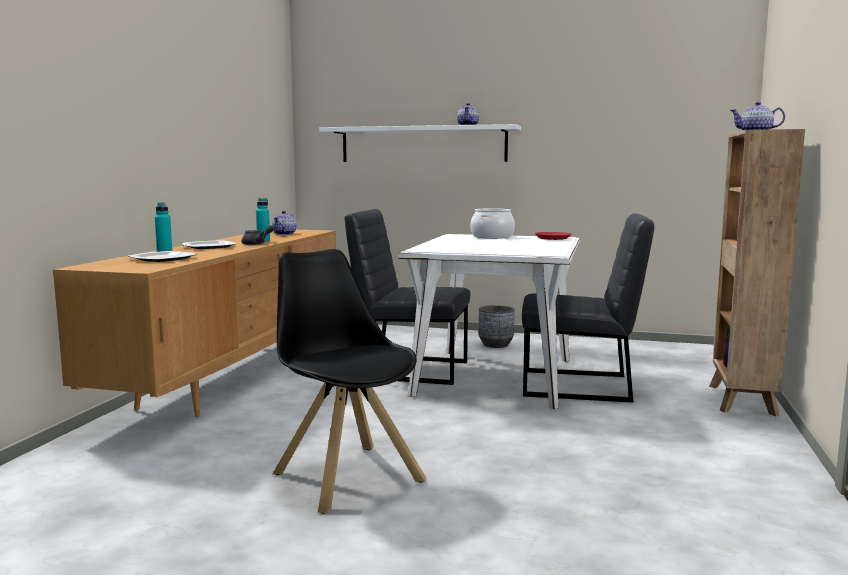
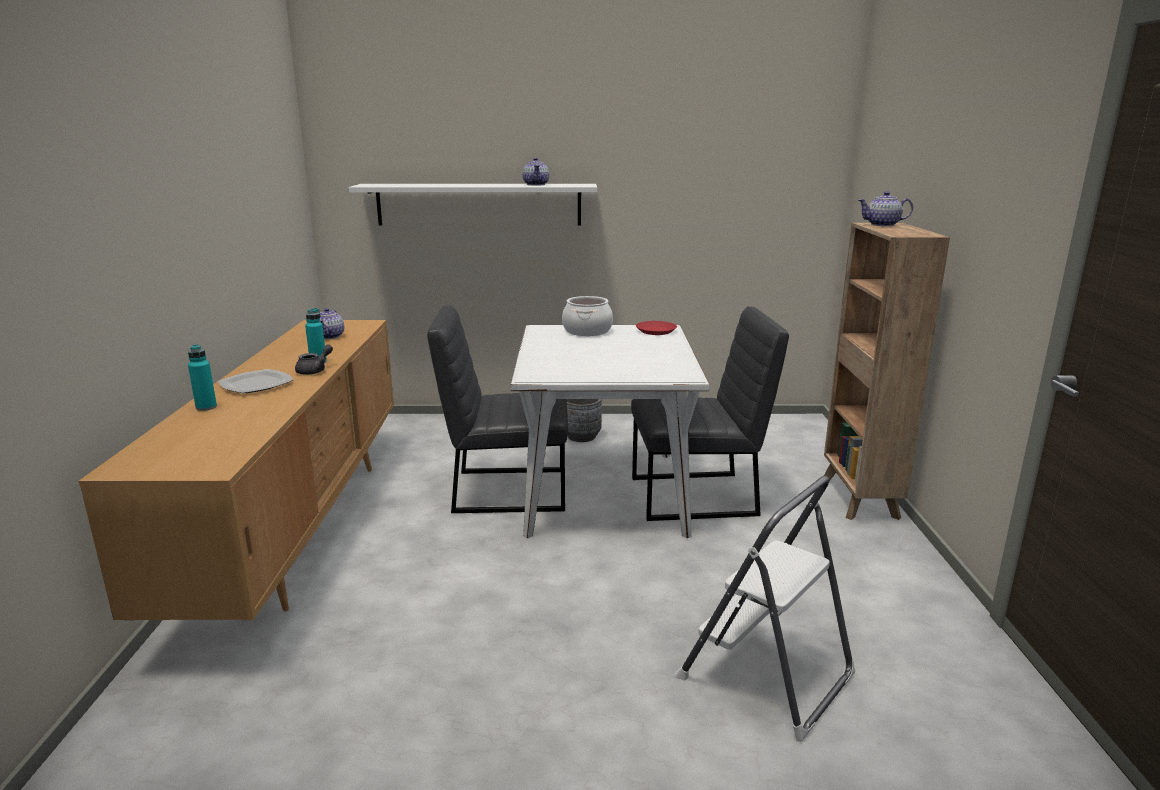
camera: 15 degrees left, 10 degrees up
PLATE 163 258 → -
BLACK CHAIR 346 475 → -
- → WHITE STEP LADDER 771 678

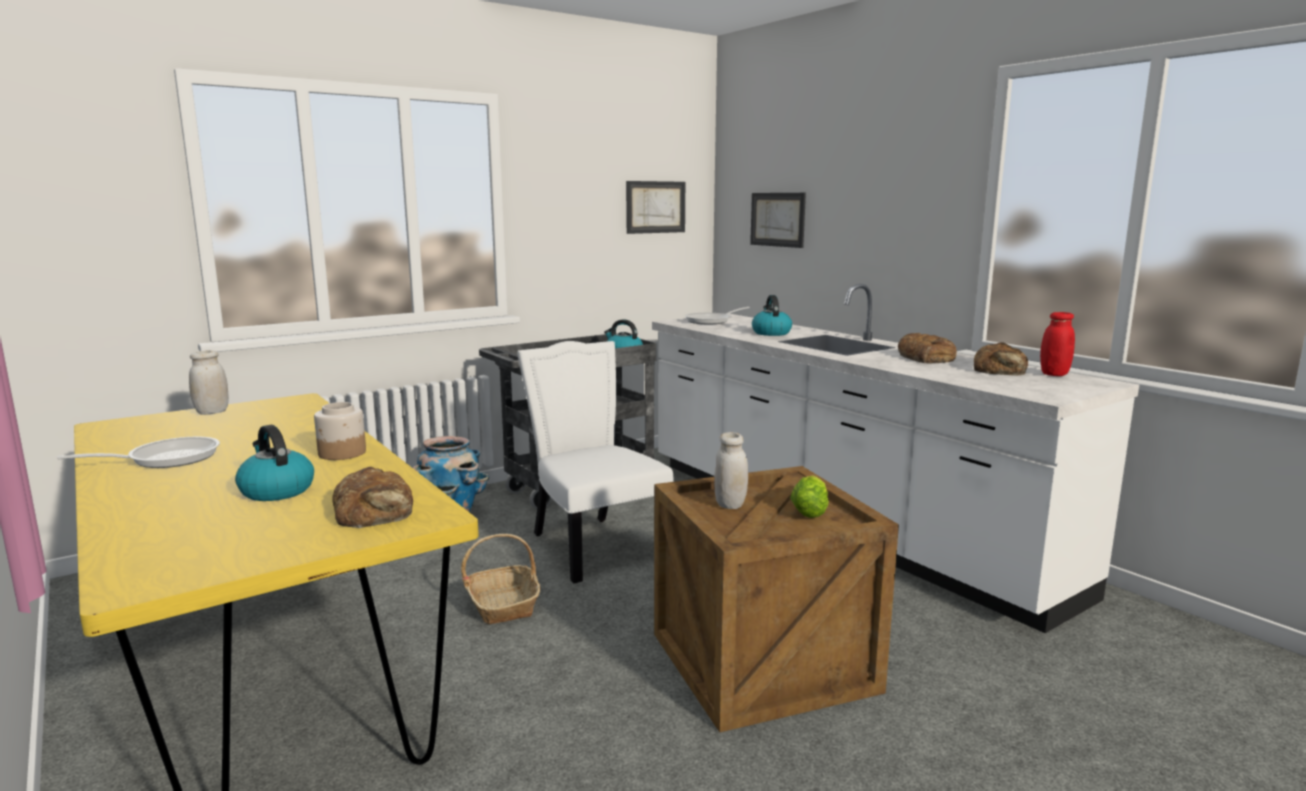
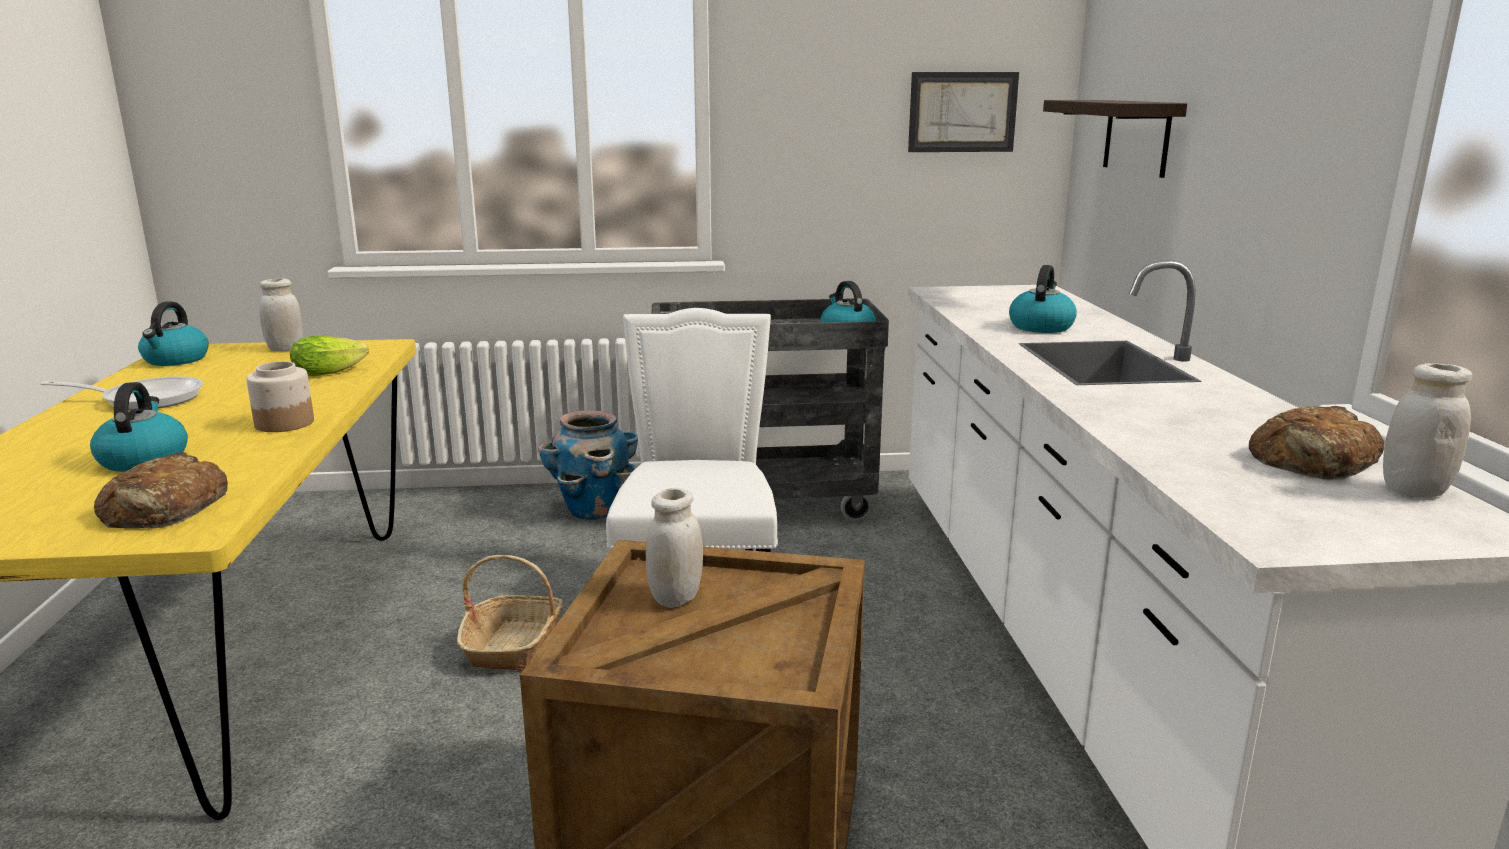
camera: 30 degrees right, 5 degrees up
FRYING PAN 711 321 → -
PICTURE 777 219 → SHELF 1137 137
LETTUCE 811 509 → LETTUCE 333 371, moved
BREAD 926 357 → -
RED JAR 1054 374 → WHITE JAR 1414 490
- → KETTLE 176 360

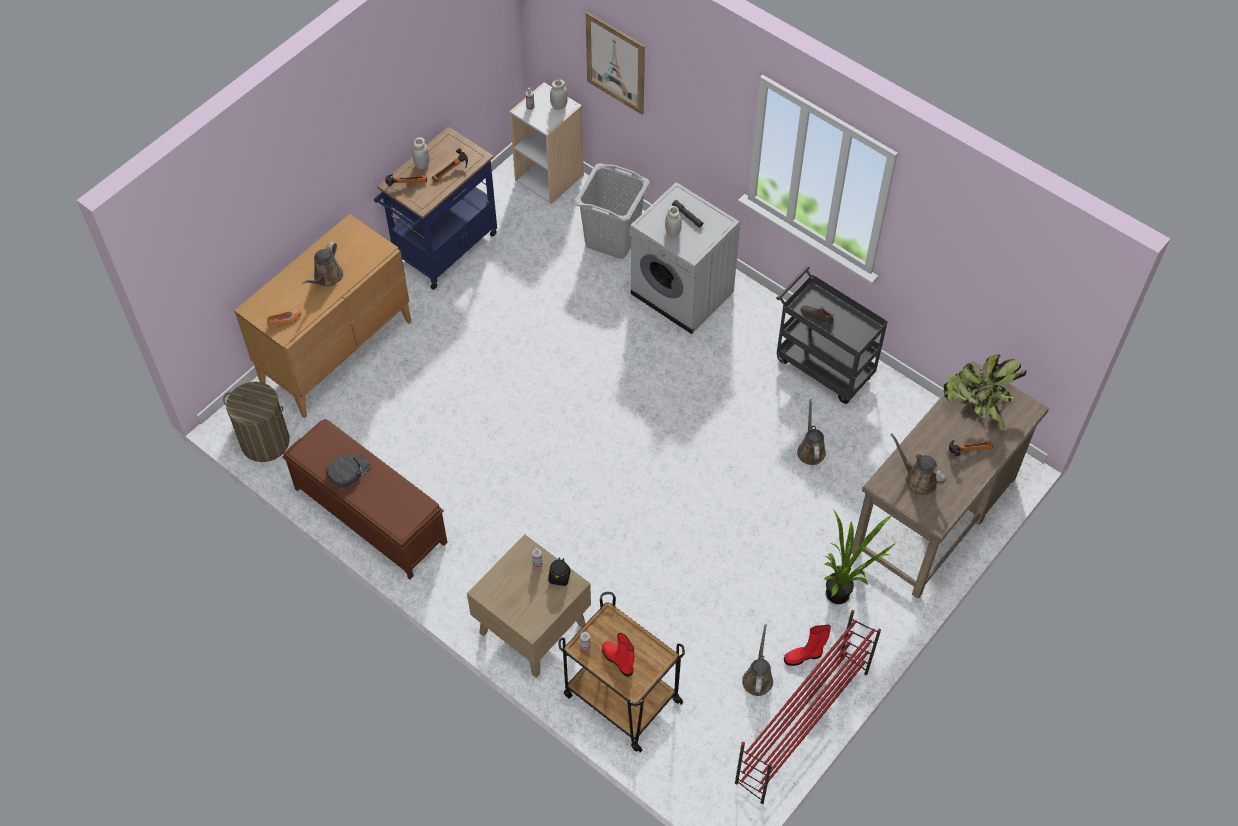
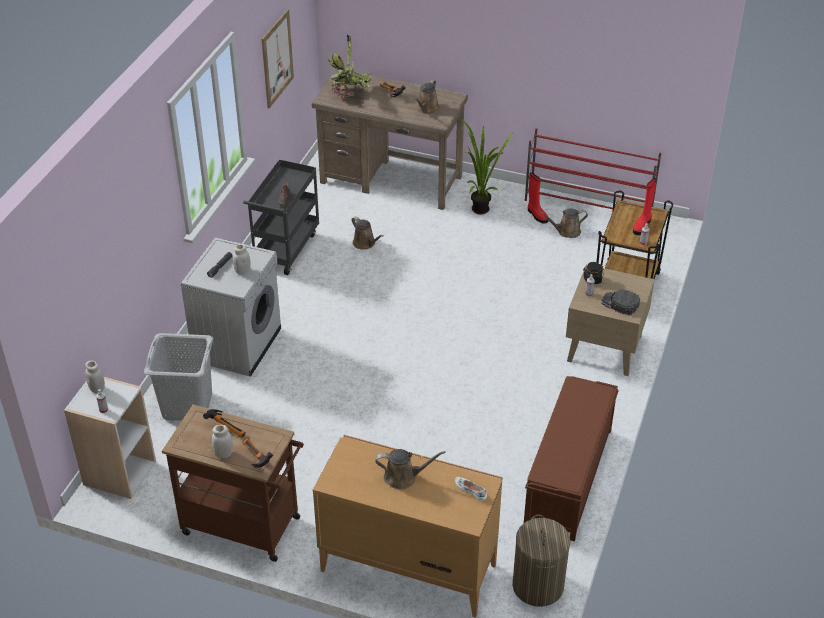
camera: 110 degrees left, 15 degrees down
ORANGE SHOE 285 320 → WHITE SHOE 471 490
BLACK CAP 348 471 → BLACK CAP 620 304, moved
BLUE CART 443 250 → BROWN CART 244 527
PICTURE 615 63 → PICTURE 277 58, moved
BROWN WATERING CAN 810 449 → BROWN WATERING CAN 365 243, 105 degrees counterclockwise

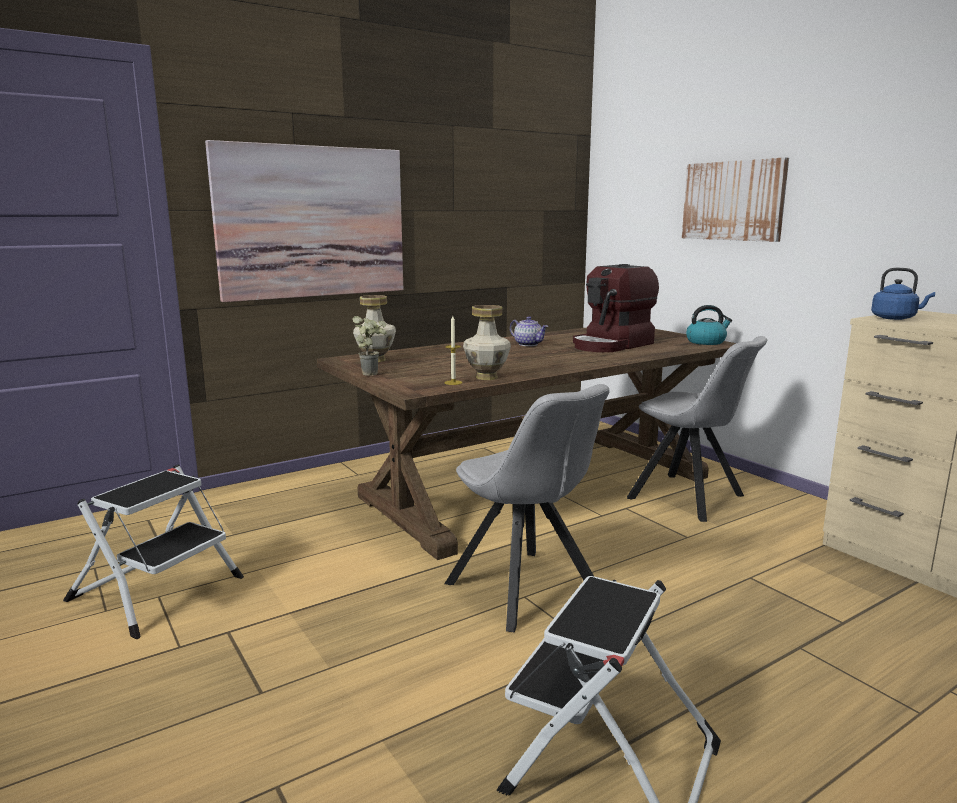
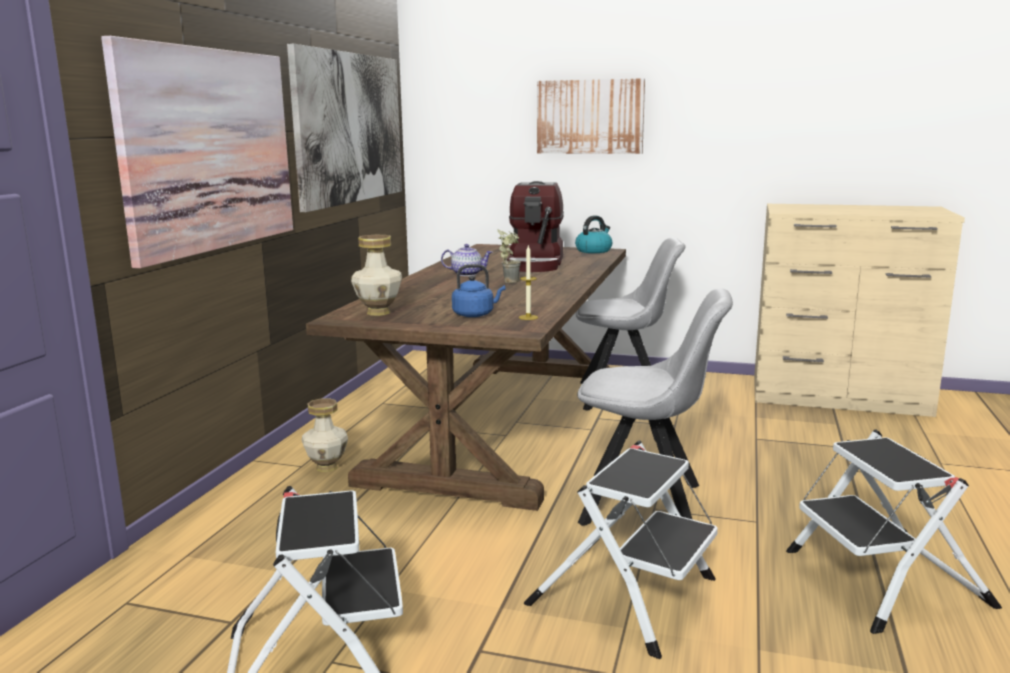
camera: 40 degrees left, 0 degrees up
POTTED PLANT 372 373 → POTTED PLANT 510 281, moved
VASE 486 377 → VASE 326 467, moved
BLUE KETTLE 896 318 → BLUE KETTLE 475 314, moved
- → PICTURE 349 128
- → STEP LADDER 624 594

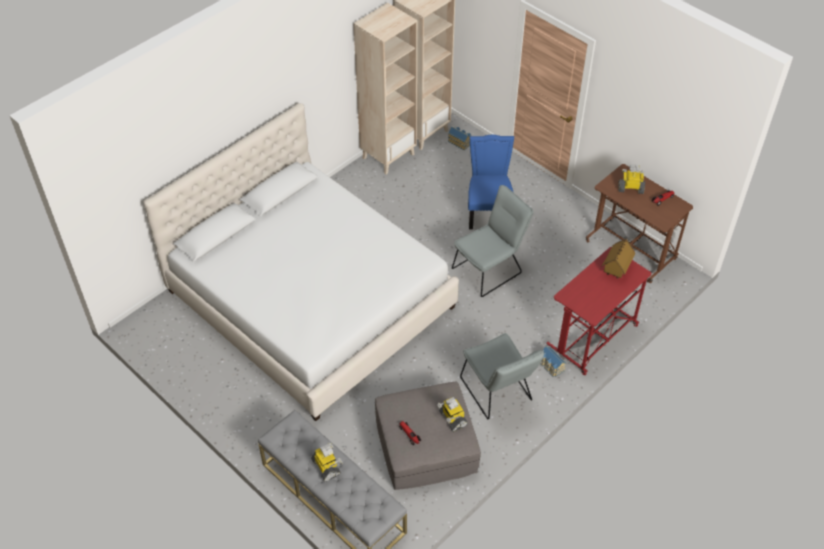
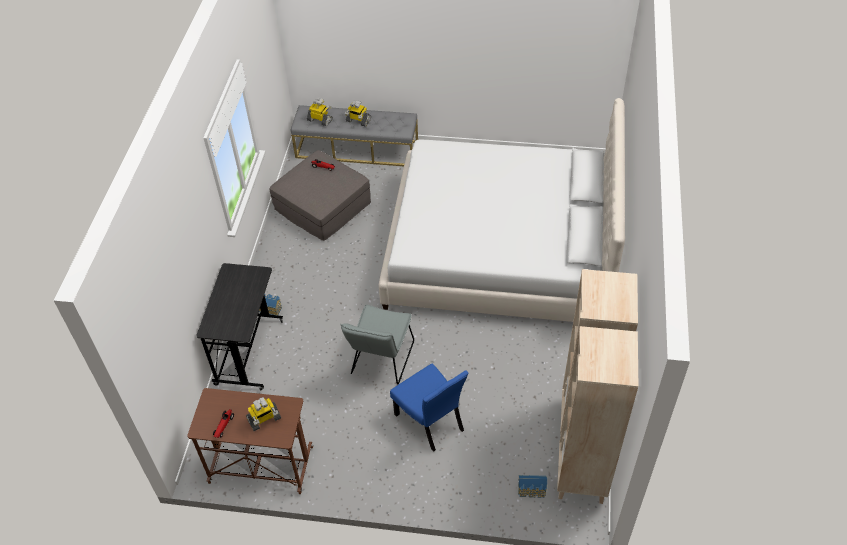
camera: 145 degrees right, 0 degrees up
TOY ROBOT 452 418 → TOY ROBOT 320 120, moved
GREY CHAIR 498 393 → -
RED DESK 592 337 → BLACK DESK 249 352
TOY HOUSE 616 268 → -

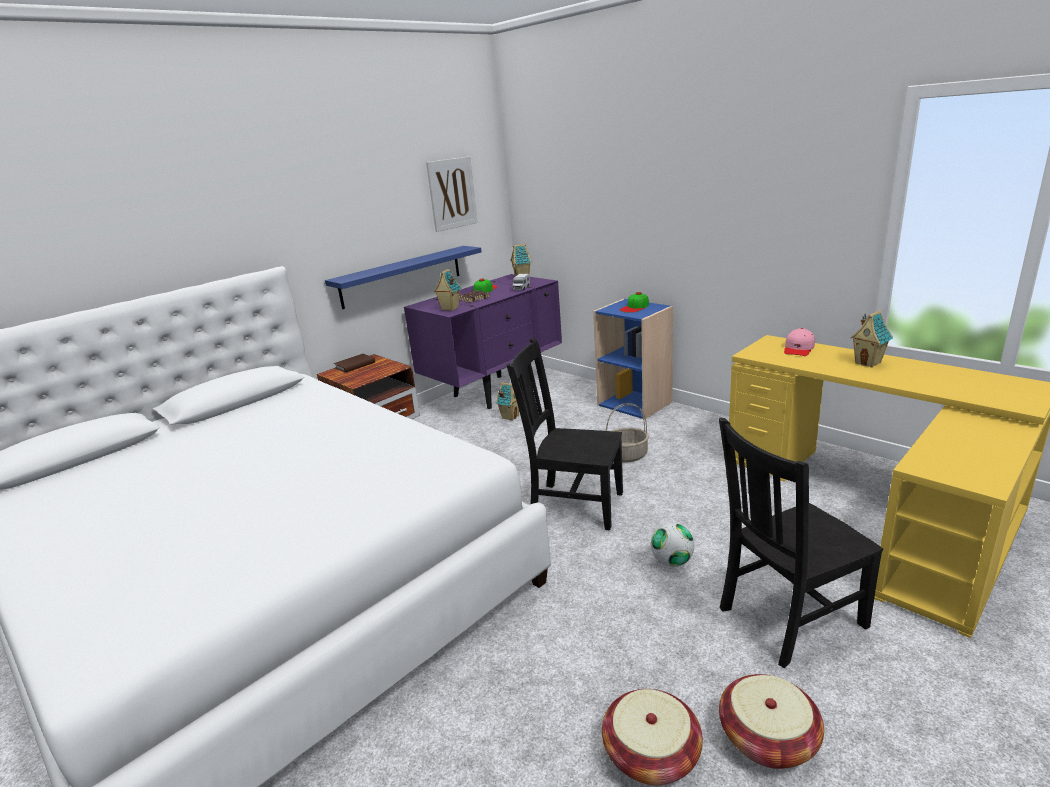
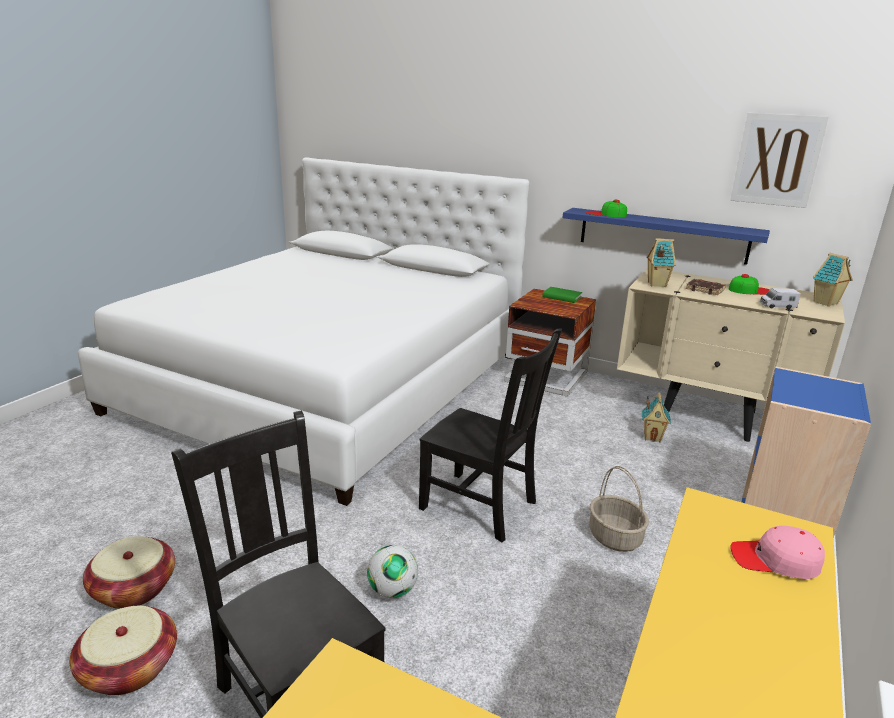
camera: 70 degrees right, 0 degrees up
BROWN BOOK 355 365 → GREEN BOOK 561 297
PURPLE DRESSER 495 392 → BEIGE DRESSER 708 417
BLACK CHAIR 573 505 → BLACK CHAIR 481 506, 120 degrees clockwise
CAP 634 307 → CAP 606 214, moved
TOY HOUSE 868 363 → -

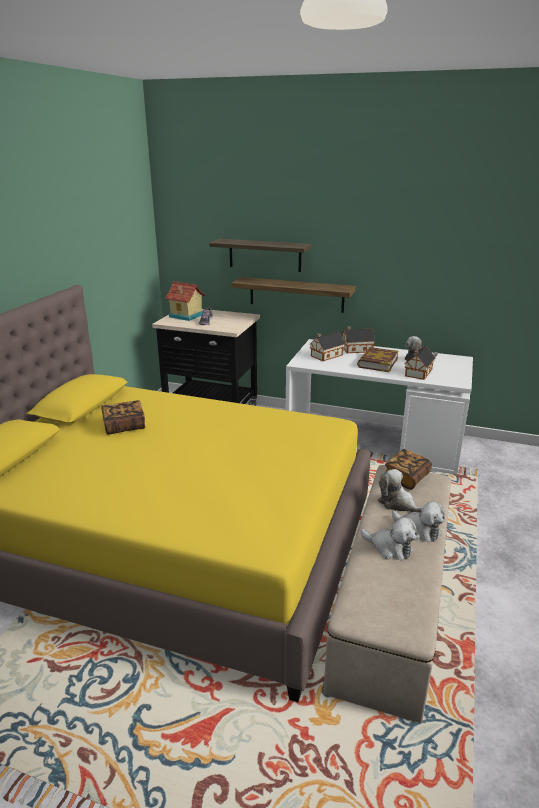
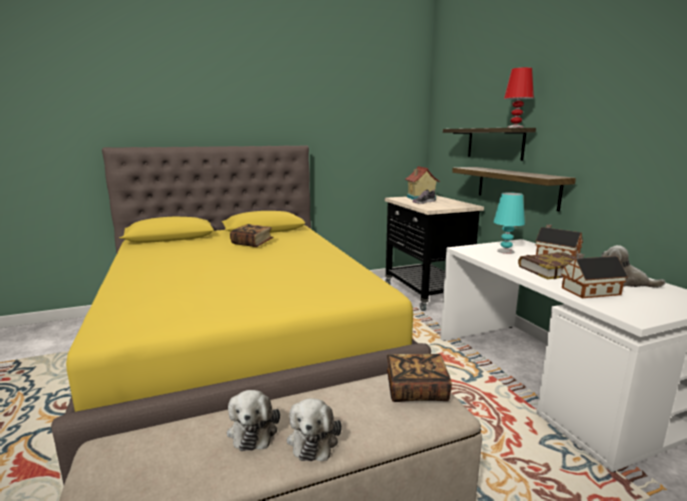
camera: 50 degrees right, 10 degrees down
TOY HOUSE 325 355 → TURQUOISE TABLE LAMP 505 251
PLUSH TOY 397 503 → -
- → RED TABLE LAMP 515 127

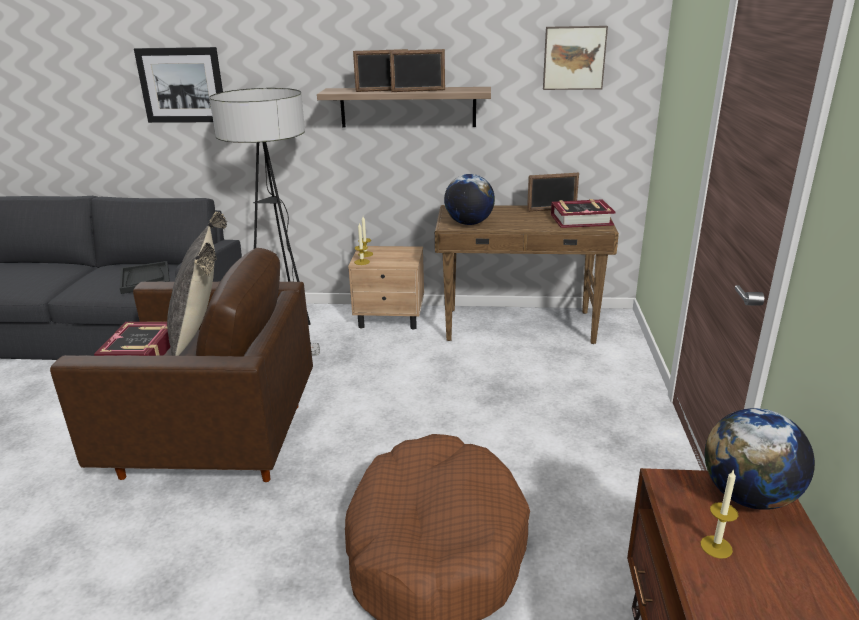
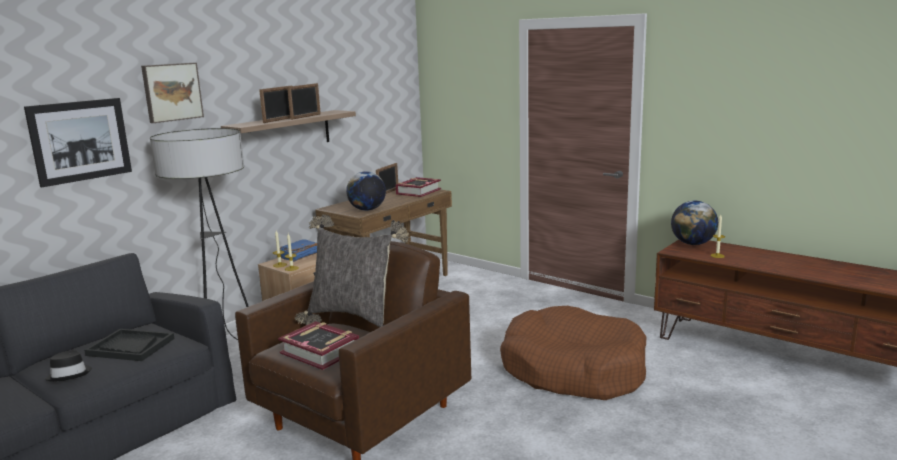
camera: 55 degrees left, 10 degrees down
PICTURE 574 58 → PICTURE 171 92, moved
- → BLACK HAT 69 374
- → BLUE BOOK 299 256

